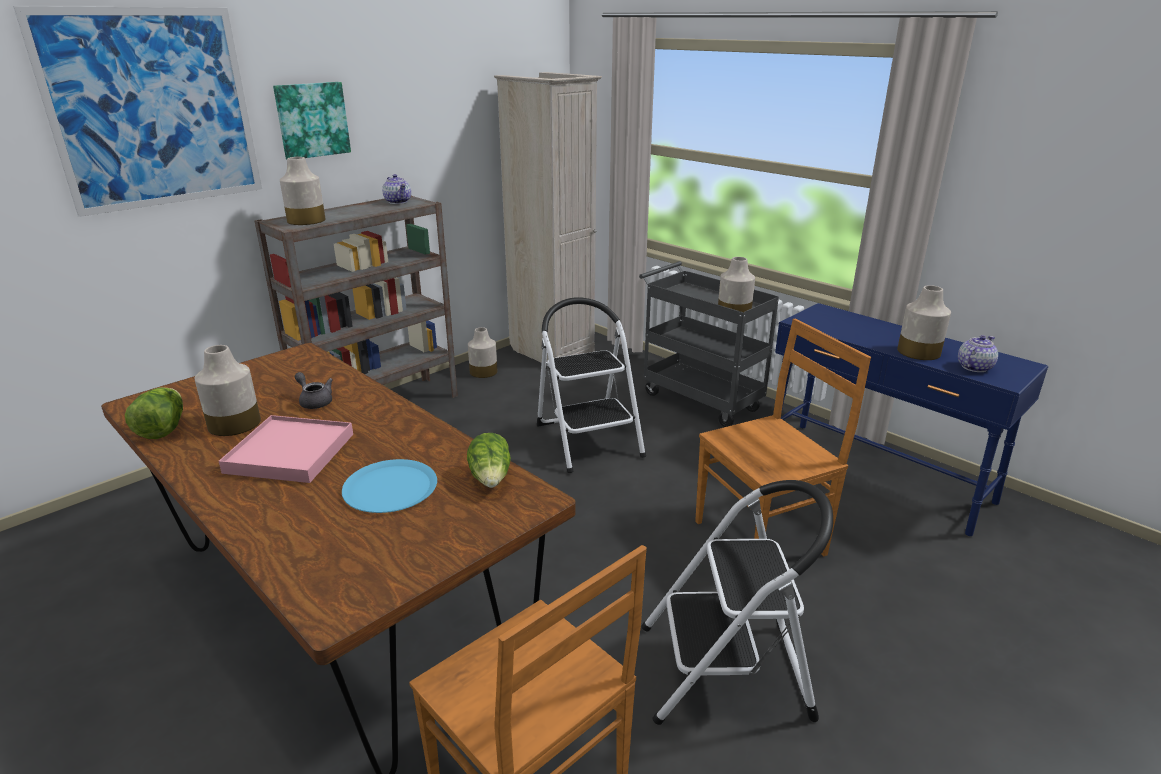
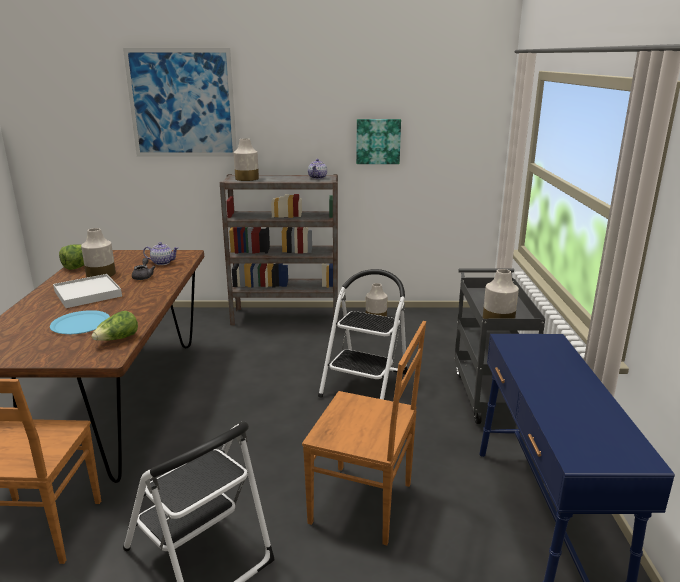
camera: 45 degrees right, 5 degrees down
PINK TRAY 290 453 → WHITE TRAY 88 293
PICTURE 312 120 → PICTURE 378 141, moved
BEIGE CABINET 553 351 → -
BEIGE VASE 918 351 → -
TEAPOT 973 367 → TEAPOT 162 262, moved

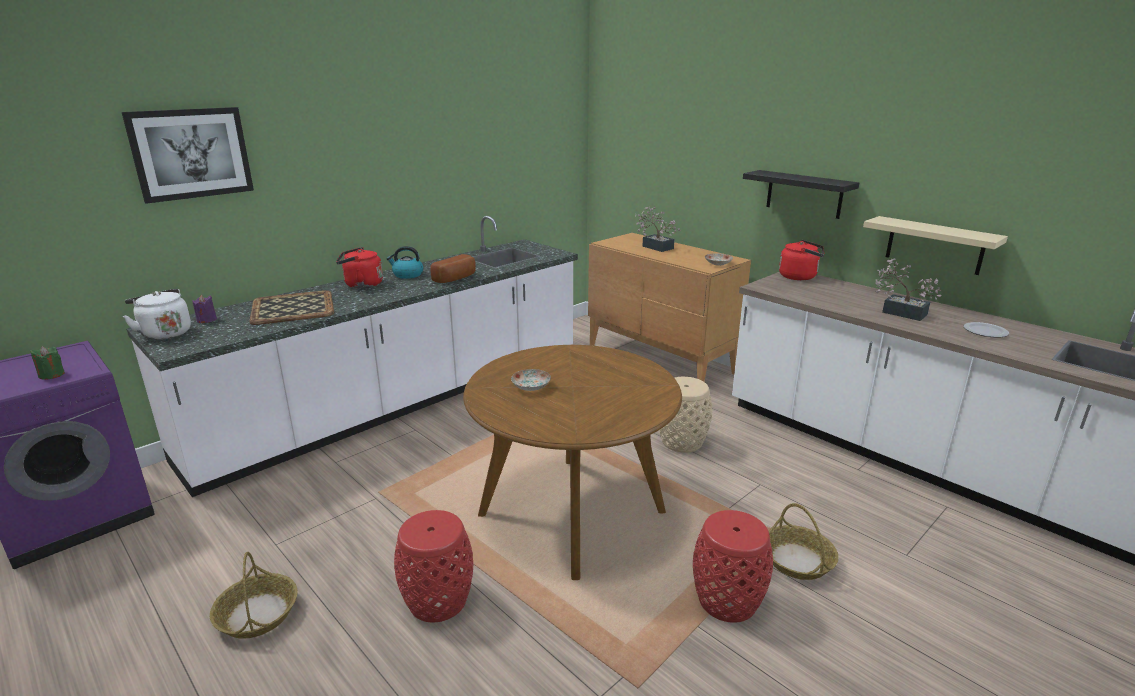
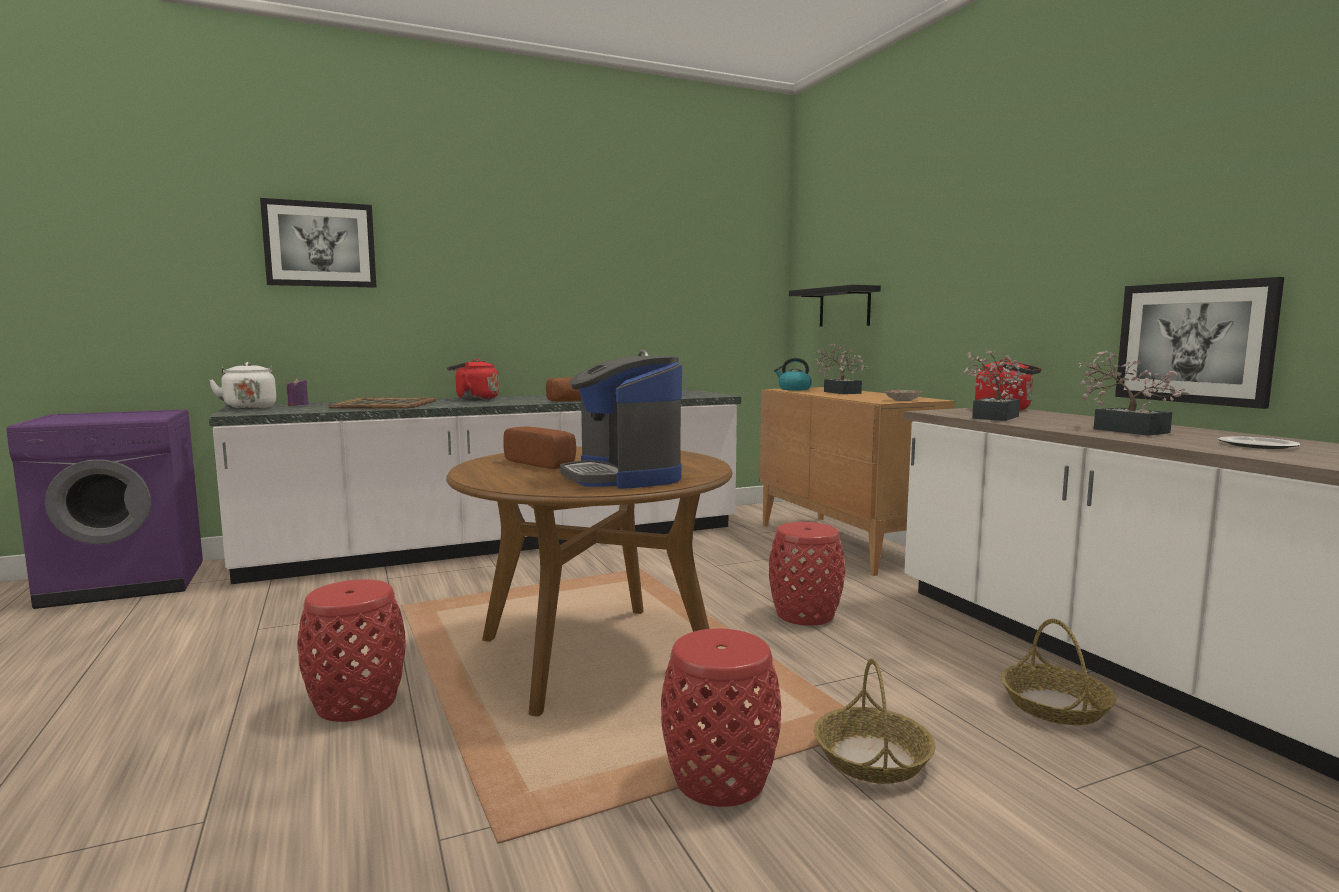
camera: 20 degrees right, 15 degrees down
GREEN CANDLE 51 375 → -
BASKET 257 614 → BASKET 1054 705, moved
KETTLE 407 275 → KETTLE 794 389, moved
PLATE 531 387 → BREAD 544 463
BEIGE STOOL 682 442 → RED STOOL 805 615
BLACK SHELF 804 194 → BLACK SHELF 844 307, moved
BEIGE SHELF 934 245 → PICTURE 1194 342
- → COFFEE MACHINE 623 477
- → POTTED PLANT 992 418

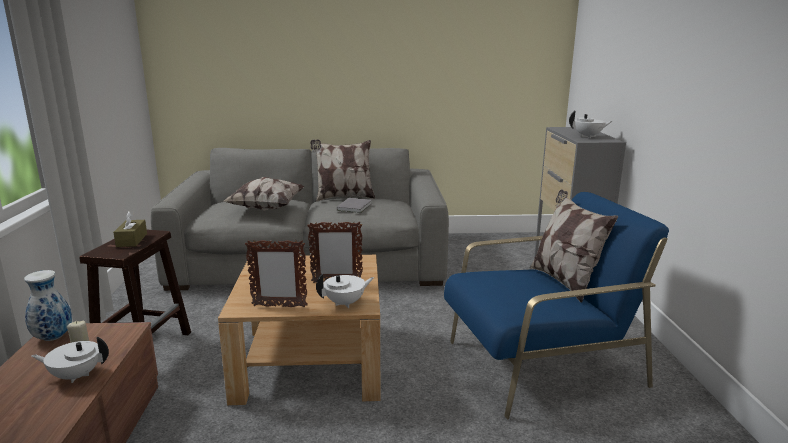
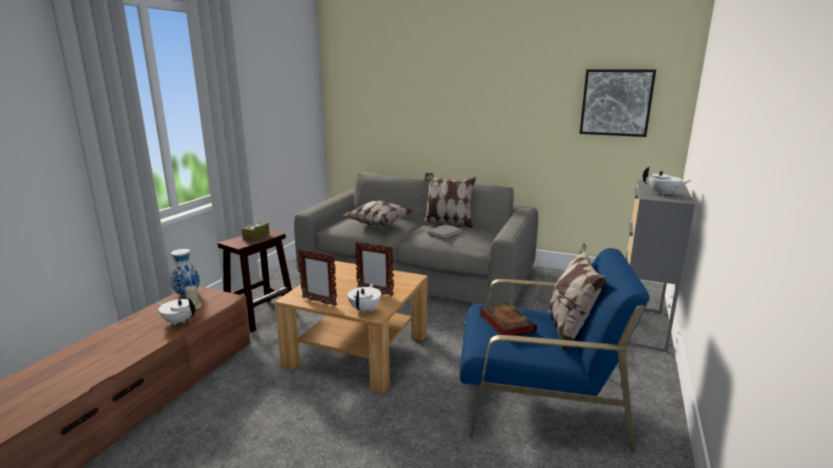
camera: 25 degrees right, 0 degrees up
WHITE TEAPOT 345 303 → WHITE TEAPOT 365 309, 75 degrees counterclockwise
- → BOOK 505 322
- → PICTURE 616 102

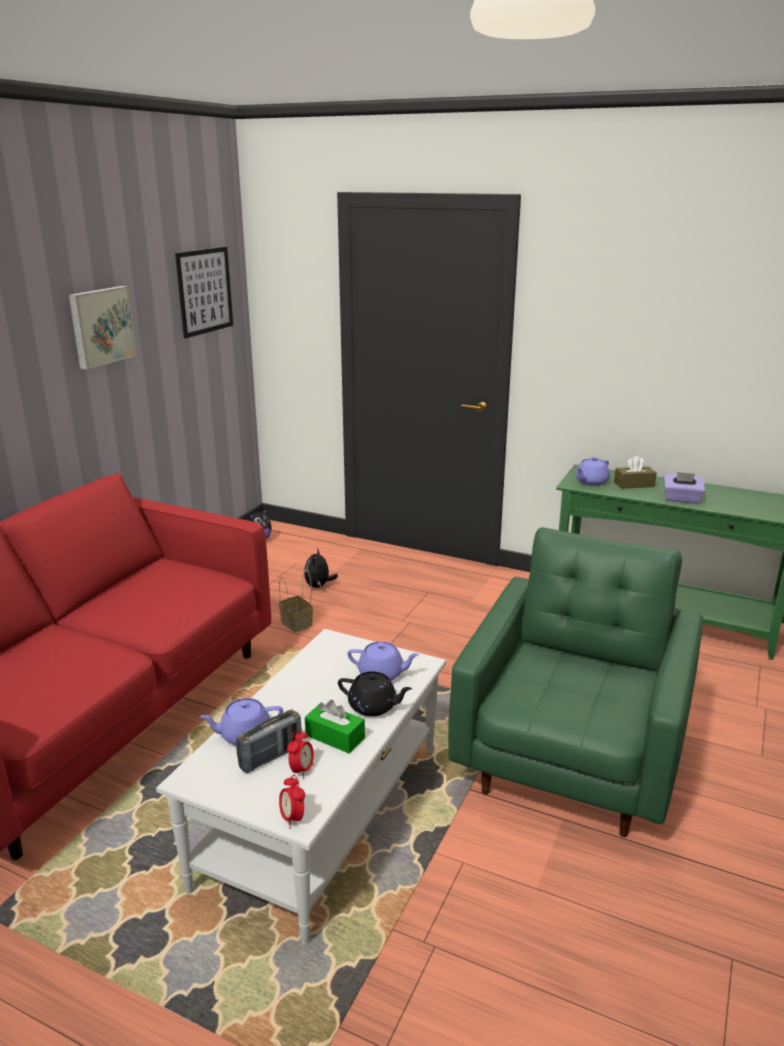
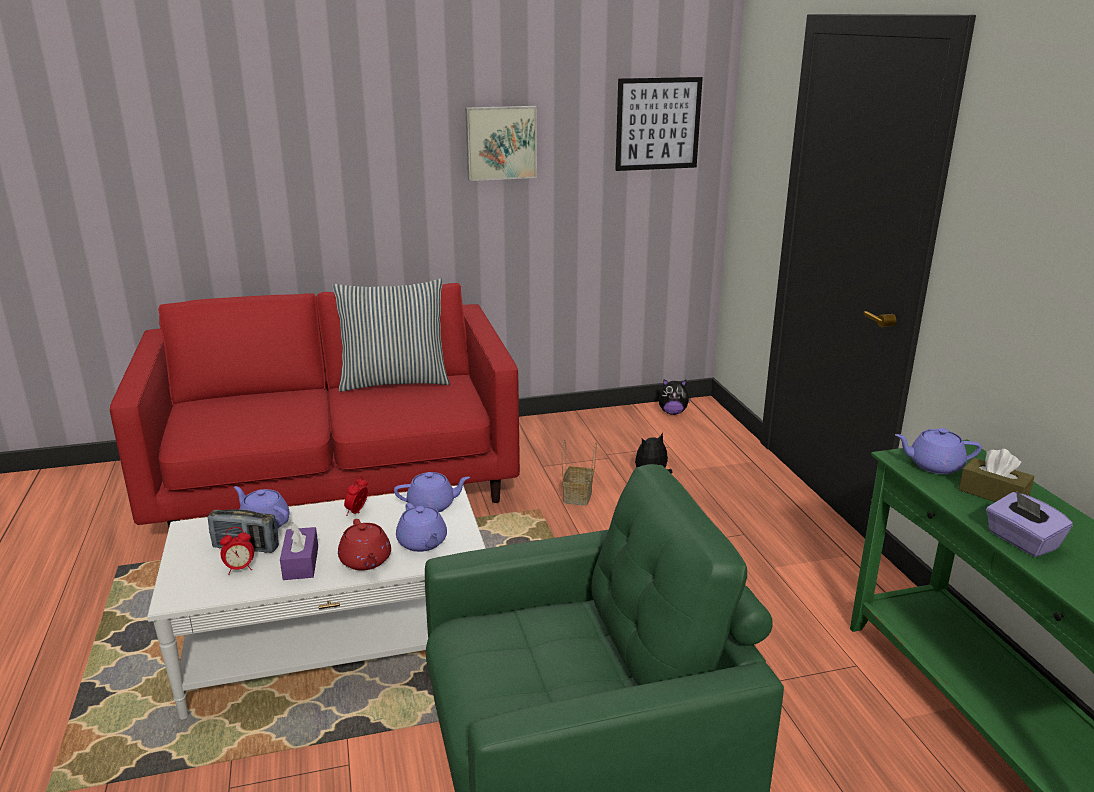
camera: 50 degrees right, 0 degrees up
ALARM CLOCK 292 818 → ALARM CLOCK 357 512, moved
GREEN TISSUE BOX 335 736 → PURPLE TISSUE BOX 301 563
BLACK TEAPOT 373 706 → RED TEAPOT 365 561
- → PILLOW 394 381
- → PURPLE TEAPOT 432 505

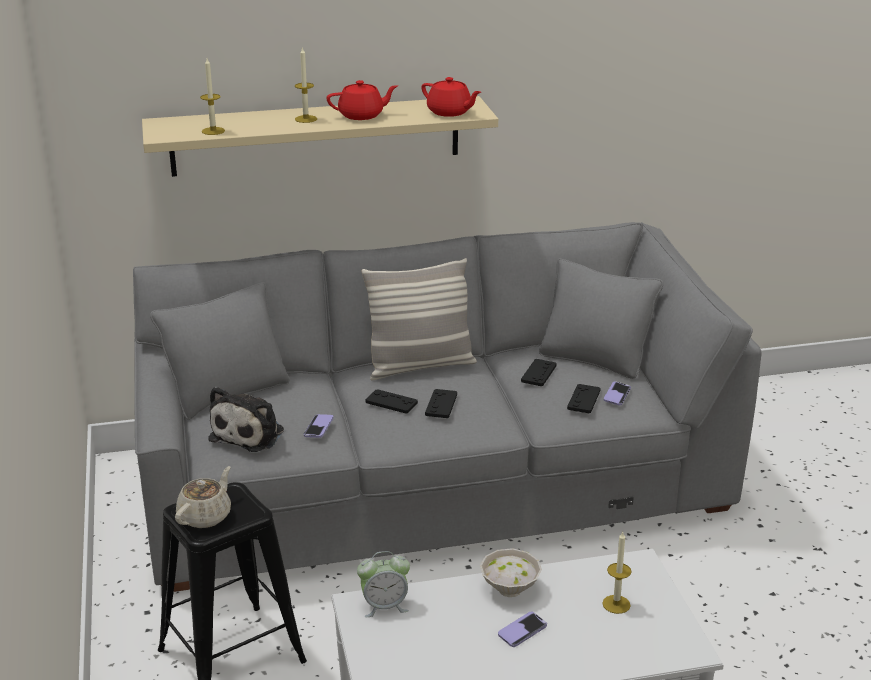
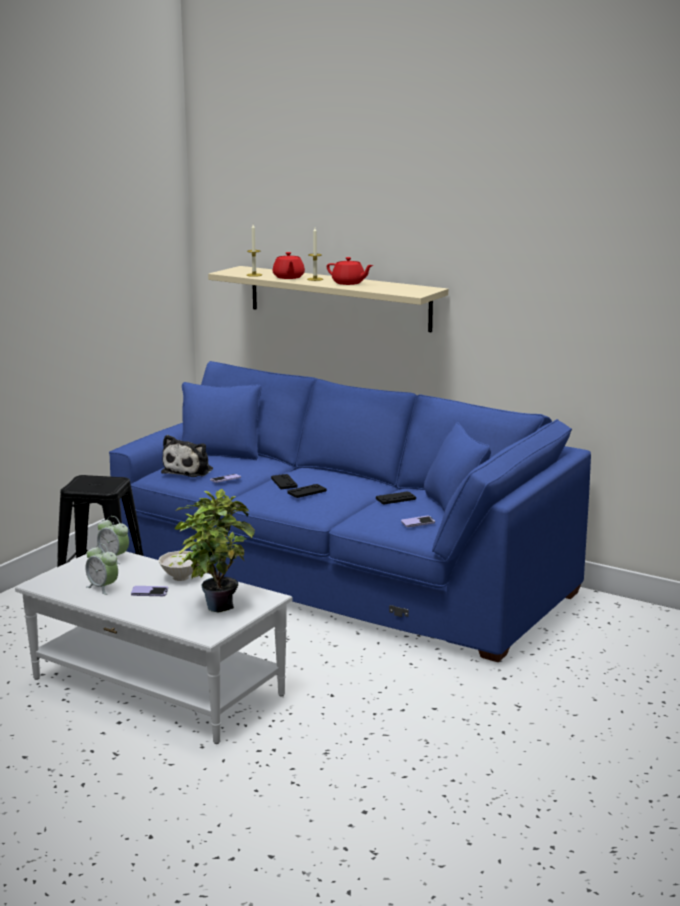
camera: 45 degrees right, 10 degrees down
GREY SOFA 436 486 → BLUE SOFA 341 578
BEIGE TEAPOT 205 516 → -
PLUSH TOY 250 433 → PLUSH TOY 189 470, 45 degrees counterclockwise
PILLOW 420 366 → -
RED TEAPOT 450 112 → RED TEAPOT 288 277, moved
BLACK GAME CONTROLLER 584 399 → -
CANDLE 616 604 → POTTED PLANT 216 604
- → ALARM CLOCK 103 588

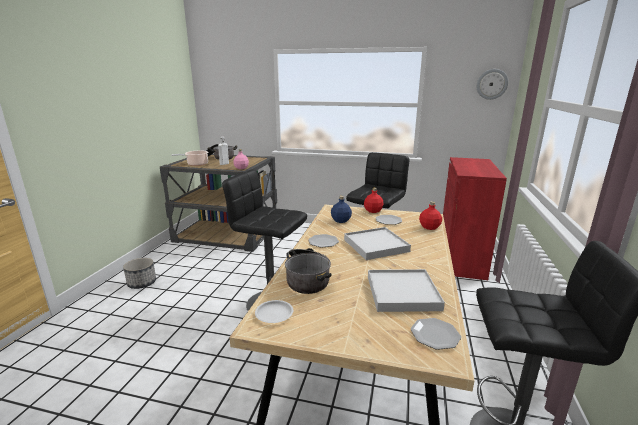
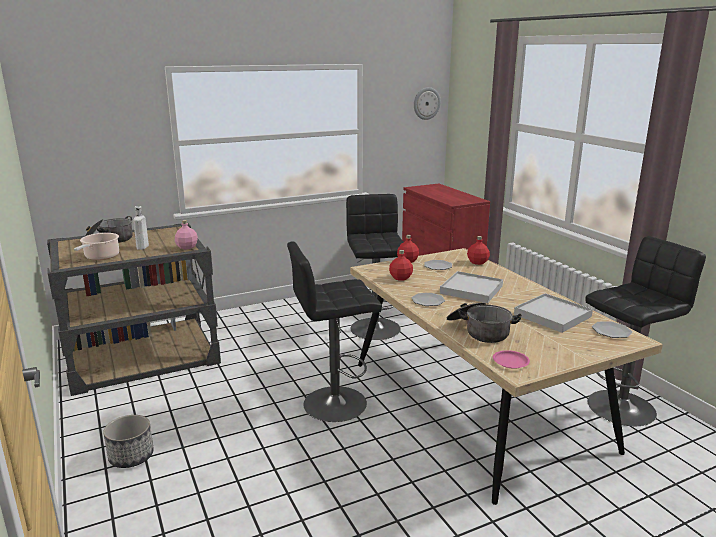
camera: 40 degrees left, 0 degrees up
WHITE PLATE 274 314 → PINK PLATE 510 362
BLUE BOTTLE 341 220 → RED BOTTLE 401 278

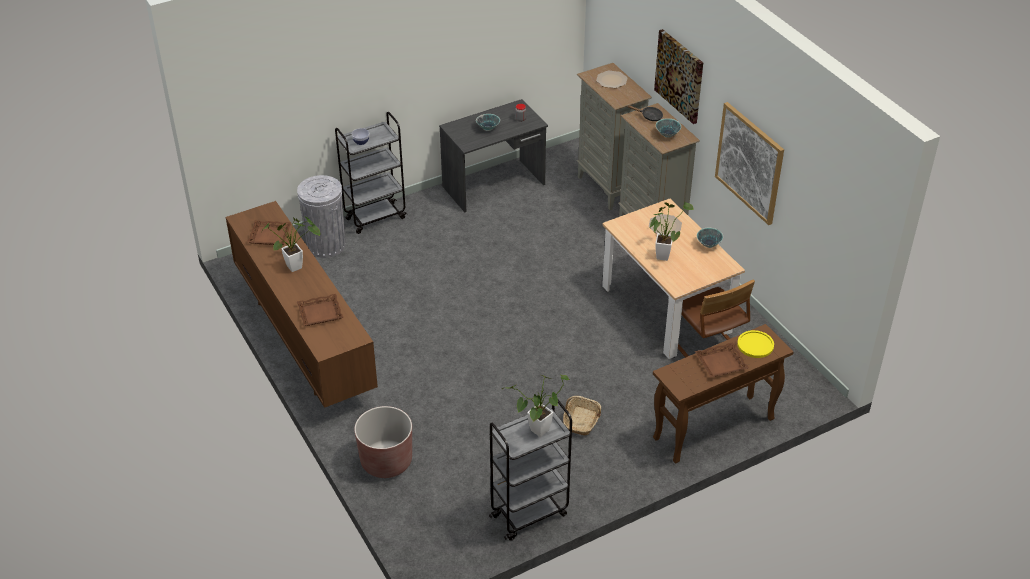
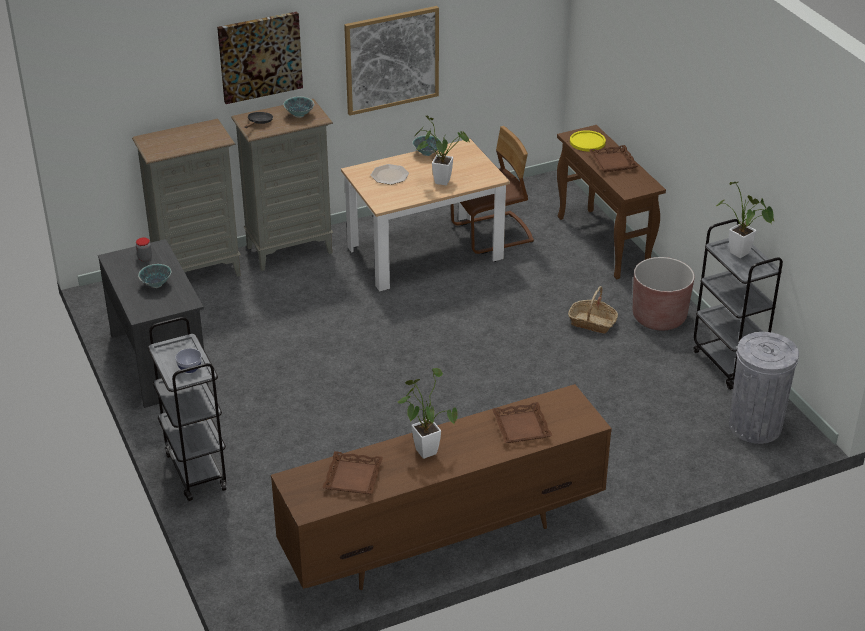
camera: 85 degrees left, 5 degrees down
GREY TRASH CAN 326 245 → GREY TRASH CAN 755 426, moved
BROWN PLANTER 386 461 → BROWN PLANTER 659 317, moved
PLATE 612 80 → -

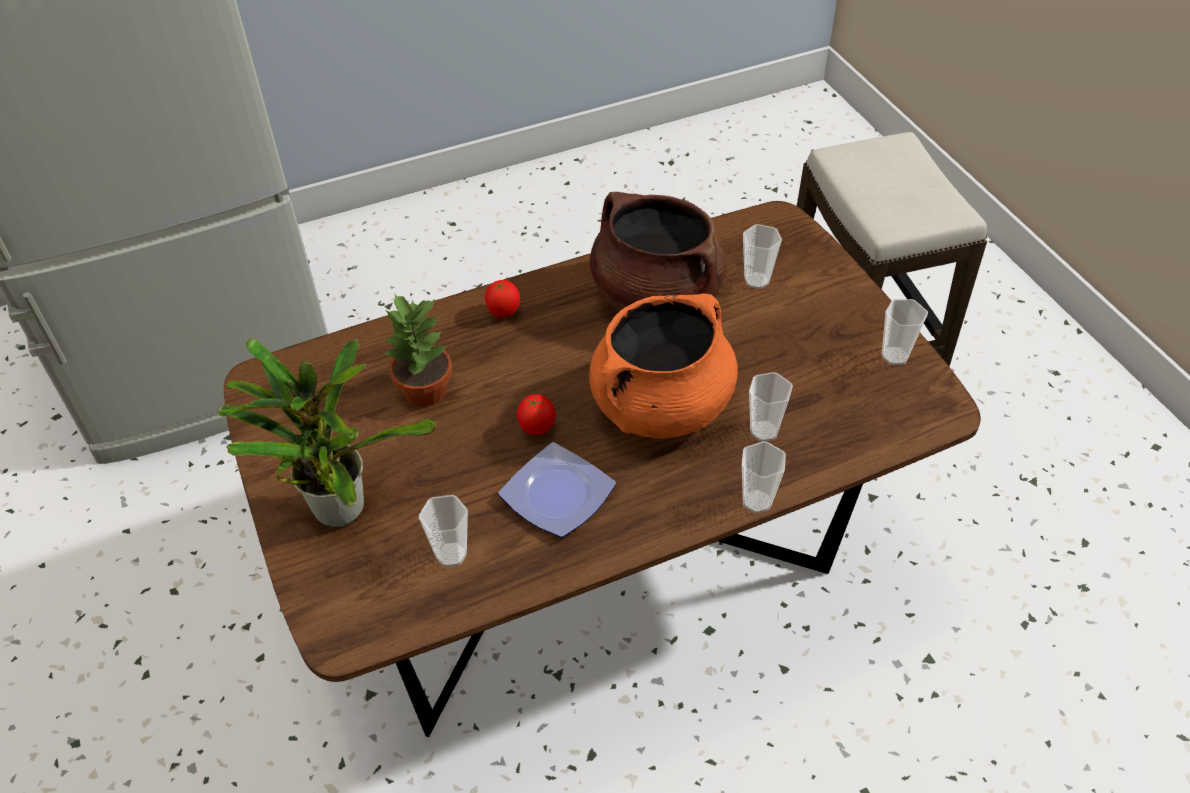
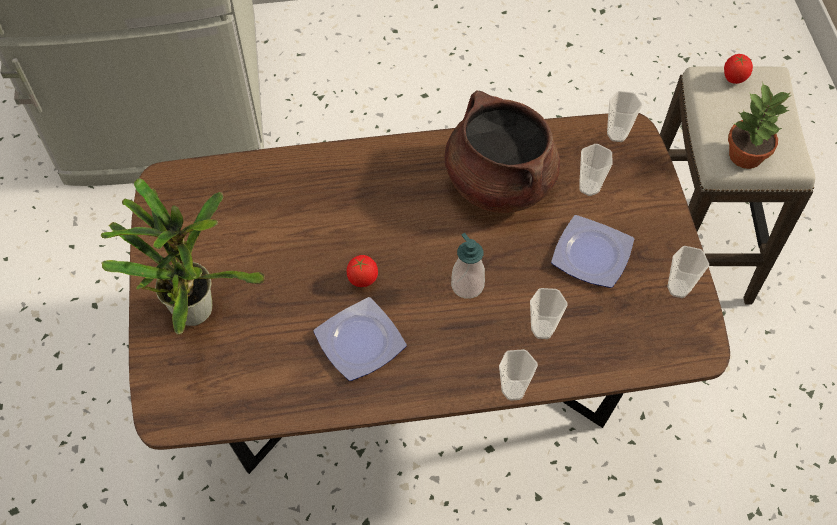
camera: 15 degrees right, 10 degrees up
POTTED PLANT 425 392 → POTTED PLANT 746 156, moved
CUP 451 555 → CUP 617 134, moved
TOMATO 503 313 → TOMATO 733 79, moved
ORANGE COOKING POT 661 406 → SOAP DISPENSER 467 285
- → PLATE 590 255

